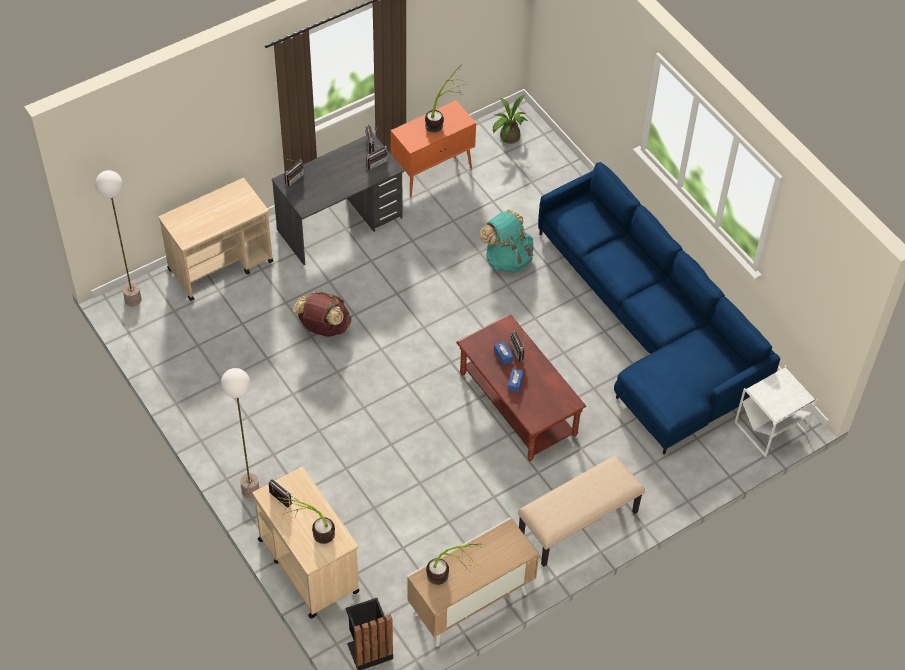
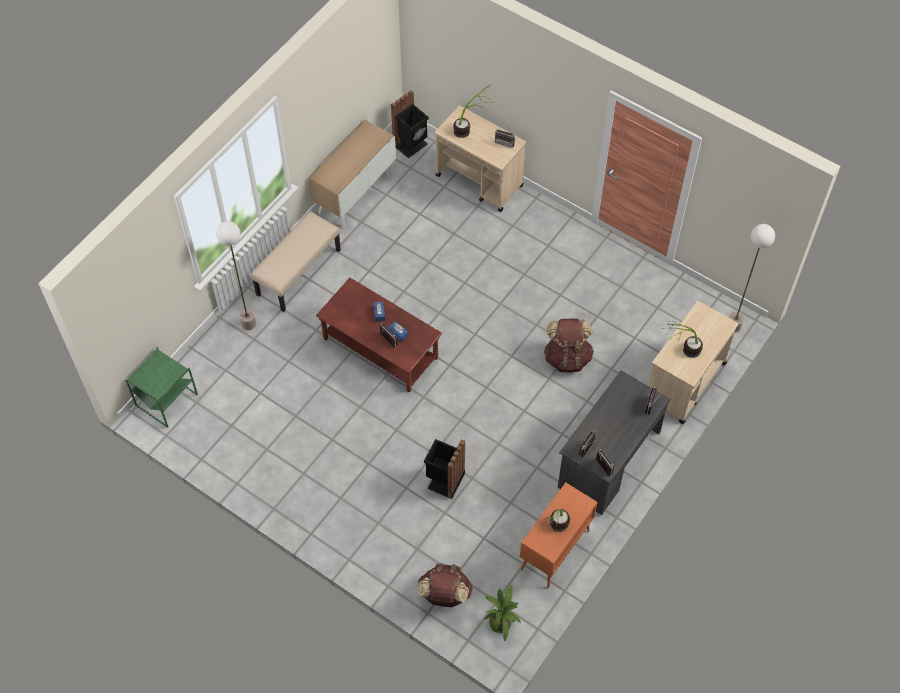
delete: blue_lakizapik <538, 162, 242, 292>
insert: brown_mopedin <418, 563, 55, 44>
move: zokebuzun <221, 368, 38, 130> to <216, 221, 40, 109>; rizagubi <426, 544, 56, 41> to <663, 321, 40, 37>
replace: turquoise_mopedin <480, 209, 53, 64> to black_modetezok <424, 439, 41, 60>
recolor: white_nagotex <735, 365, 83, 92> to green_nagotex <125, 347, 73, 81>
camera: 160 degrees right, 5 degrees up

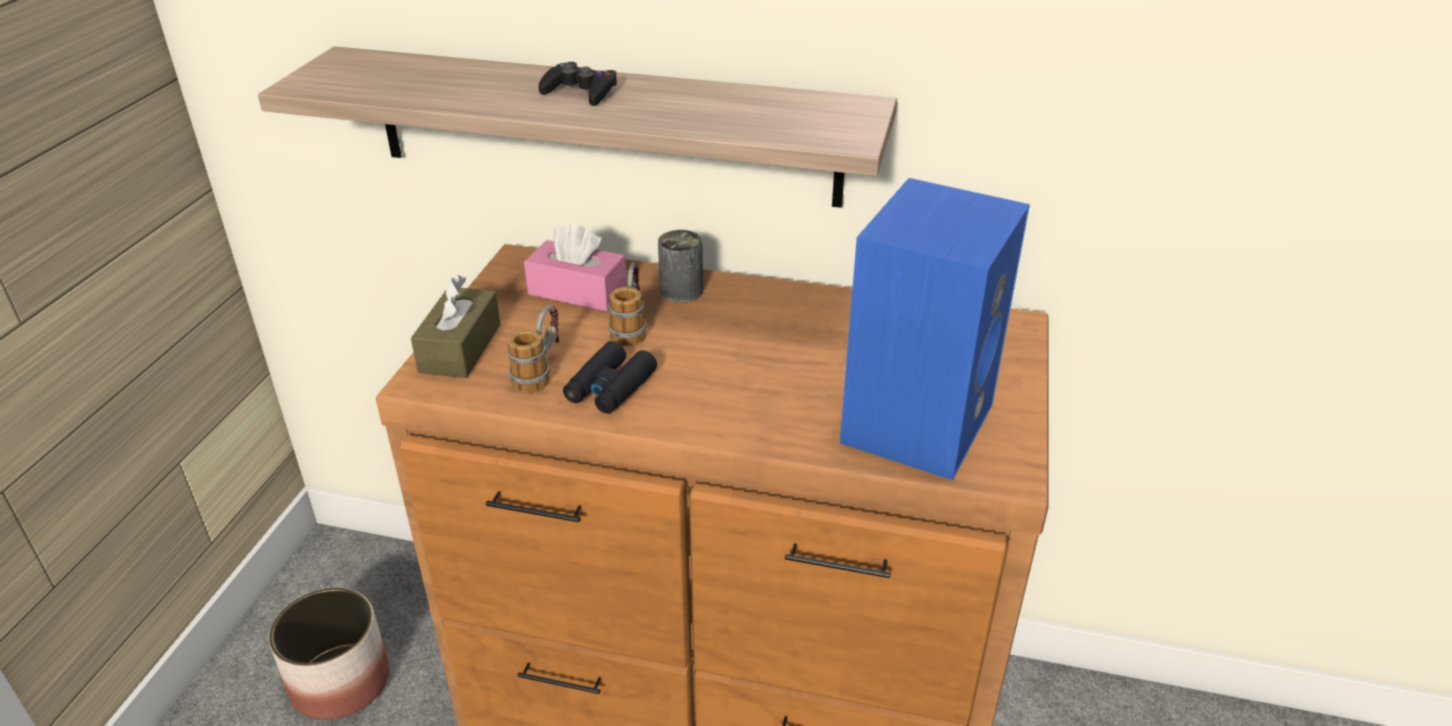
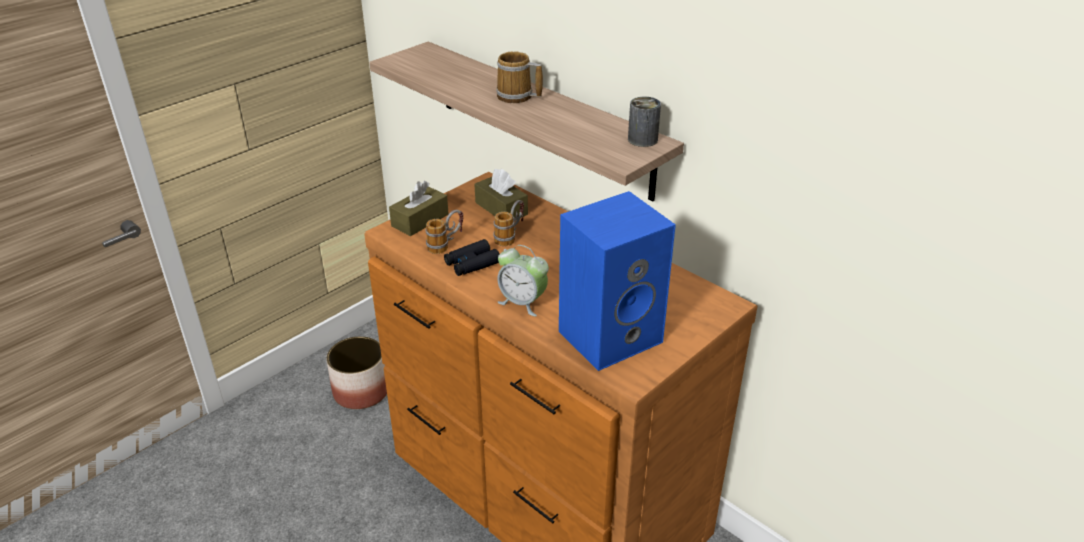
insert: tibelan <497, 245, 52, 72>
move: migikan <658, 230, 45, 73> to <628, 97, 33, 50>
replace: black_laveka <539, 62, 78, 44> to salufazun <496, 52, 47, 51>
recolor: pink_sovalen <524, 223, 103, 88> to brown_sovalen <474, 169, 54, 49>
camera: 30 degrees right, 0 degrees up

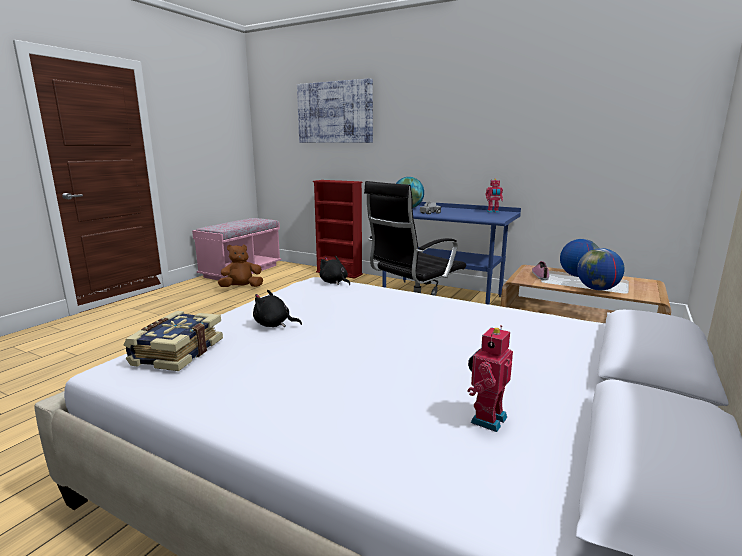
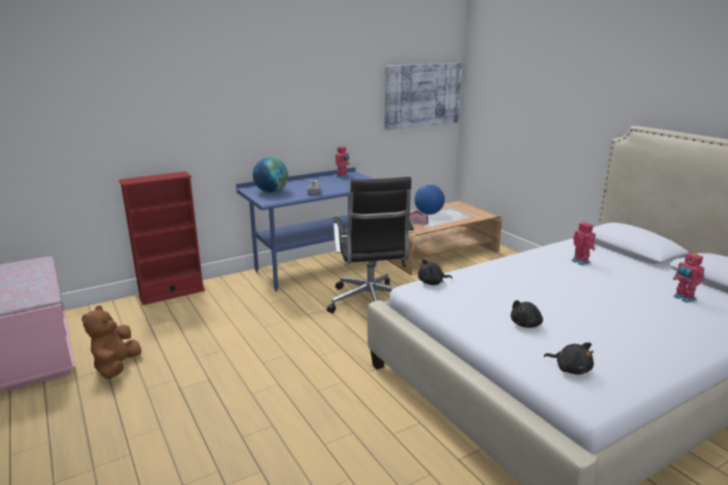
delete: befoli <577, 248, 48, 42>
insert: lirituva <571, 221, 25, 44>
move: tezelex <297, 78, 76, 65> to <385, 63, 77, 67>
replace: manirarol <124, 311, 99, 60> to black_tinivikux <544, 343, 50, 32>
camera: 60 degrees left, 5 degrees up

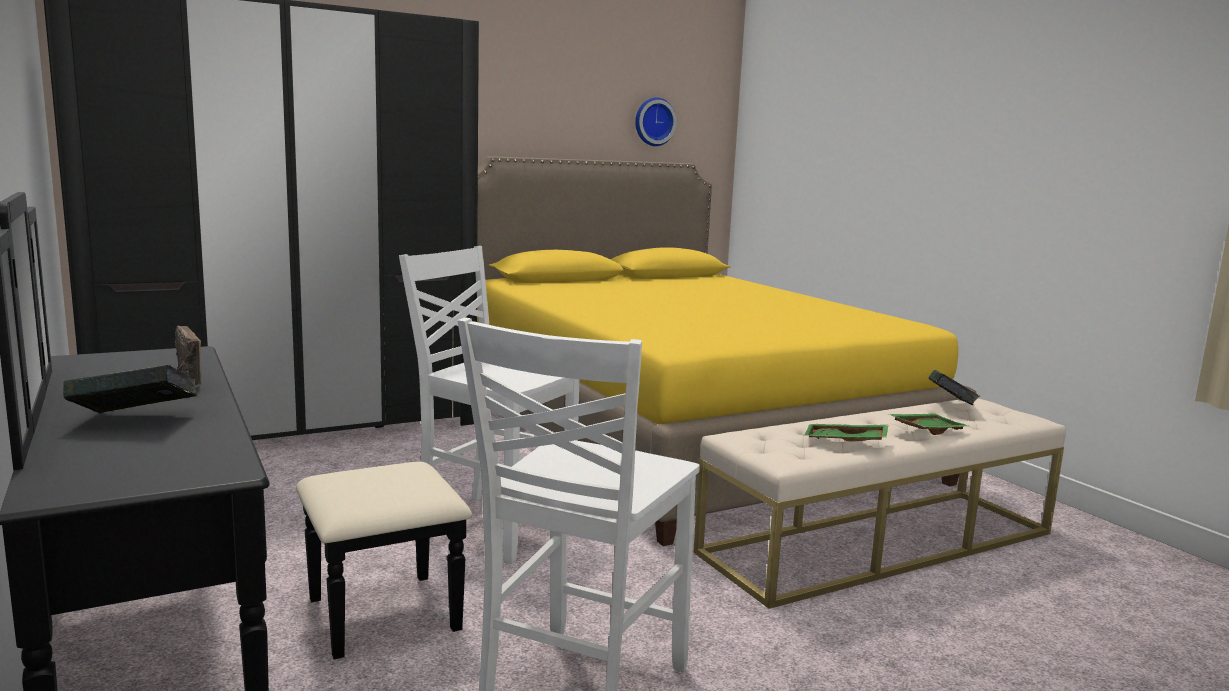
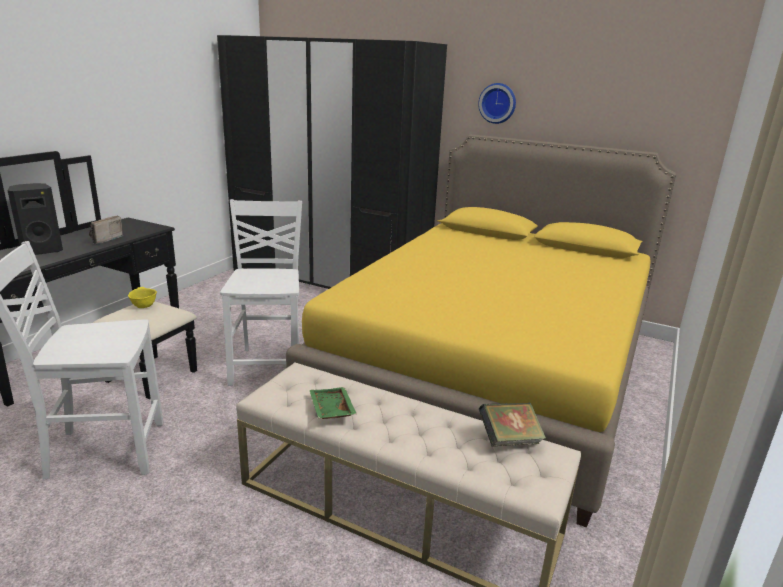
delete: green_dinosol <889, 413, 82, 22>
insert: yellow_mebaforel <128, 287, 29, 21>
move: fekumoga <635, 97, 42, 49> to <478, 83, 38, 41>
replace: manirarol <63, 365, 134, 48> to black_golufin <7, 183, 56, 72>
camera: 55 degrees right, 10 degrees up

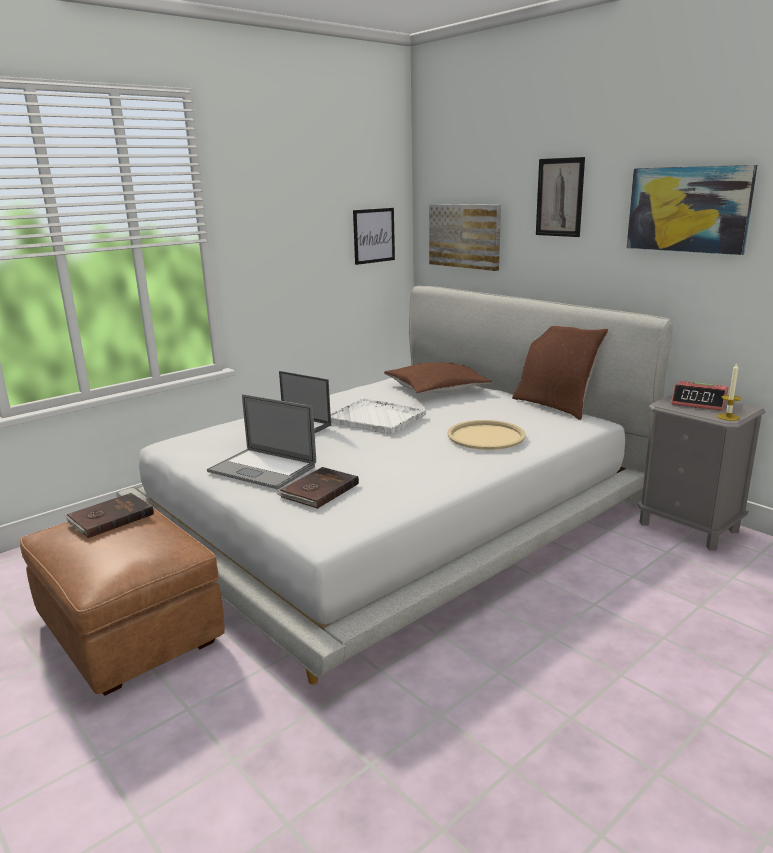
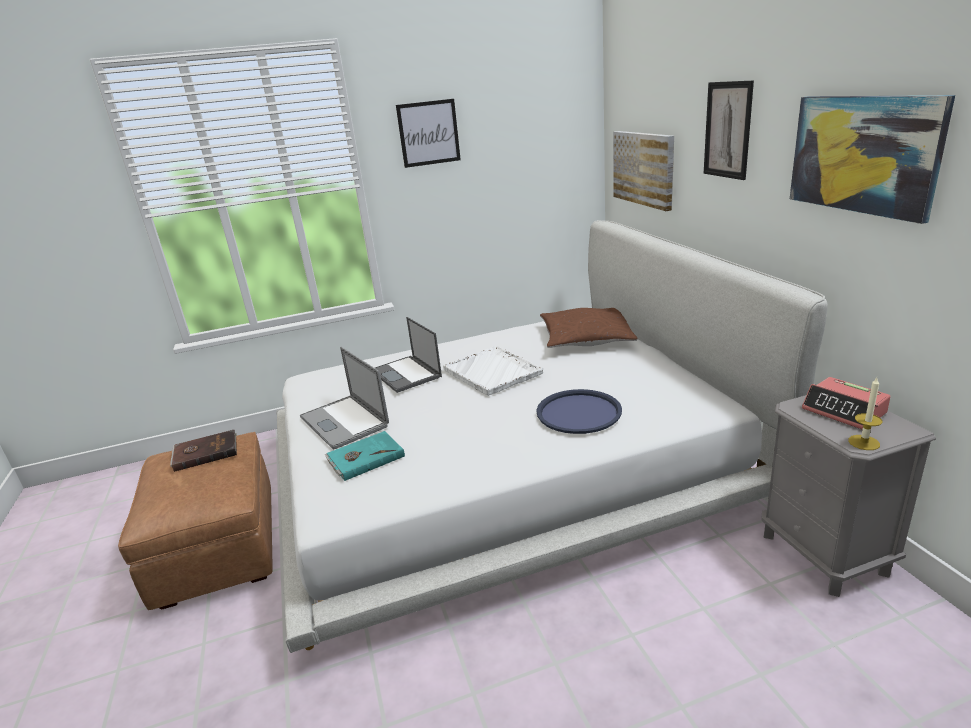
delete: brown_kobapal <512, 326, 96, 94>
move: tezelex <353, 208, 42, 57> to <396, 99, 65, 69>
recolor: brown_manirarol <277, 467, 82, 42> to turquoise_manirarol <325, 431, 80, 50>; beige_dinosol <448, 420, 78, 30> to blue_dinosol <536, 389, 86, 45>
camera: 25 degrees right, 5 degrees up

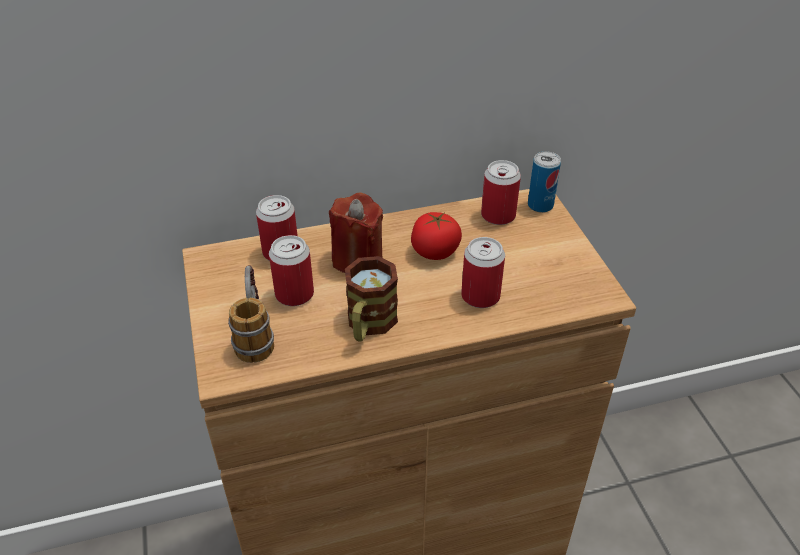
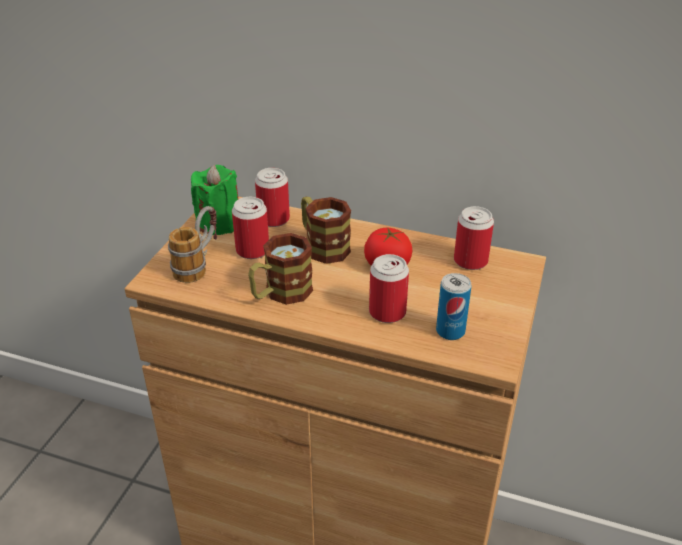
insert: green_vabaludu <191, 165, 47, 70>
move: migikan <528, 151, 33, 62> to <436, 273, 36, 67>
replace: red_vabaludu <329, 193, 54, 80> to salufazun <301, 197, 50, 67>
camera: 35 degrees right, 5 degrees down

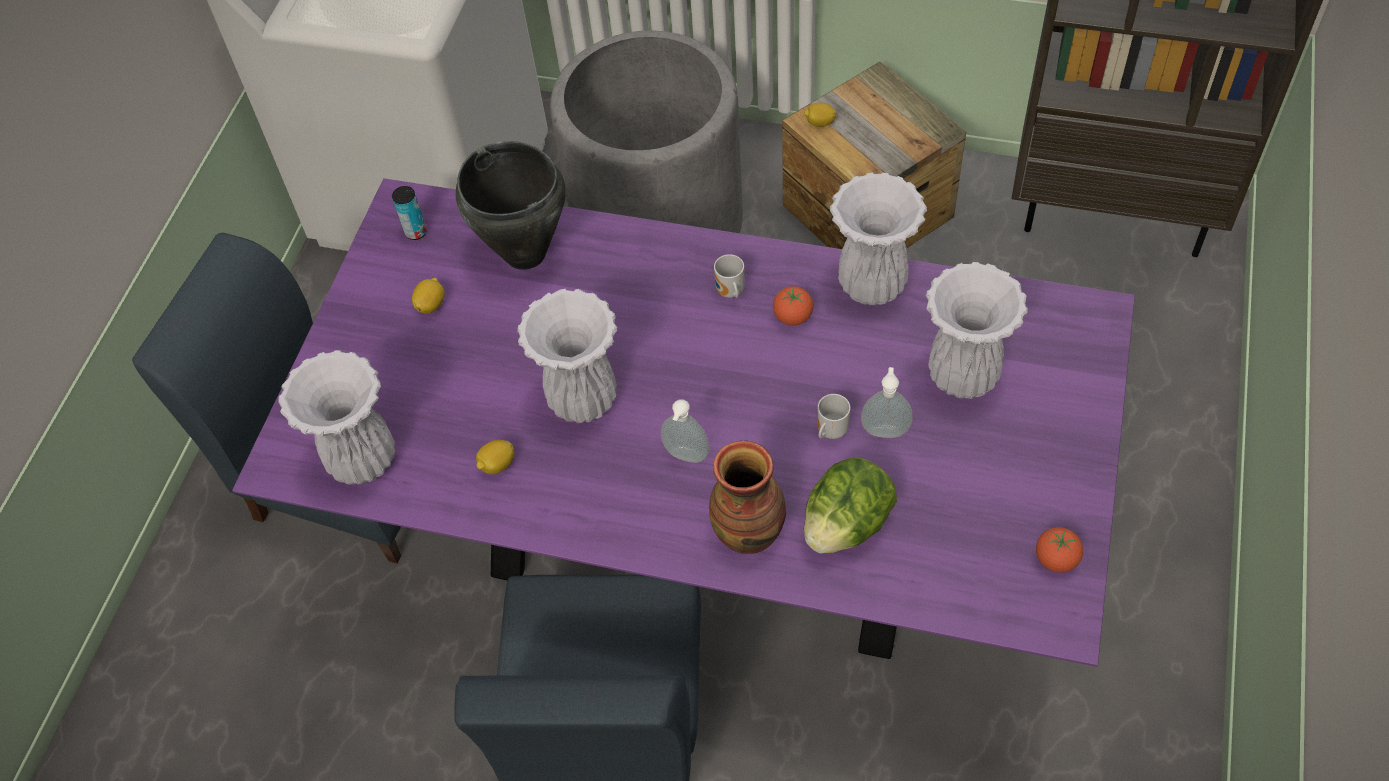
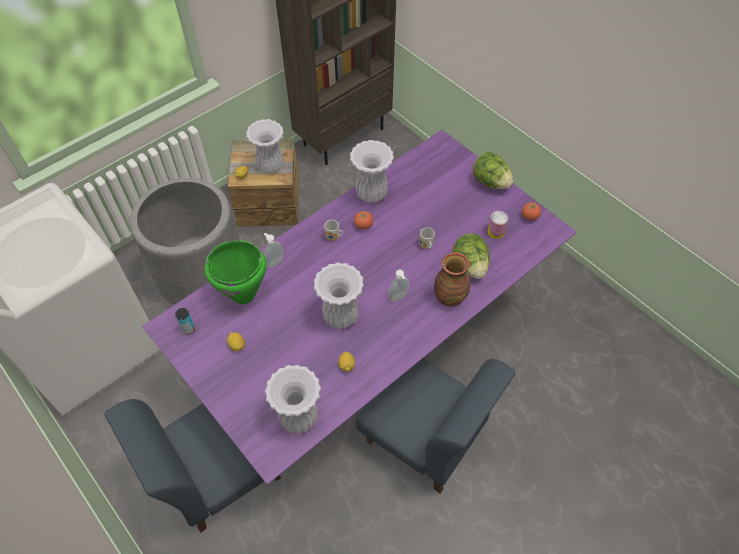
insert: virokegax <473, 152, 40, 37>; migikan <487, 211, 22, 28>
move: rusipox <861, 367, 52, 71> to <264, 233, 19, 35>; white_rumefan <926, 262, 102, 137> to <246, 119, 38, 55>
recolor: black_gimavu <456, 141, 110, 129> to green_gimavu <205, 240, 61, 64>
camera: 60 degrees left, 0 degrees up

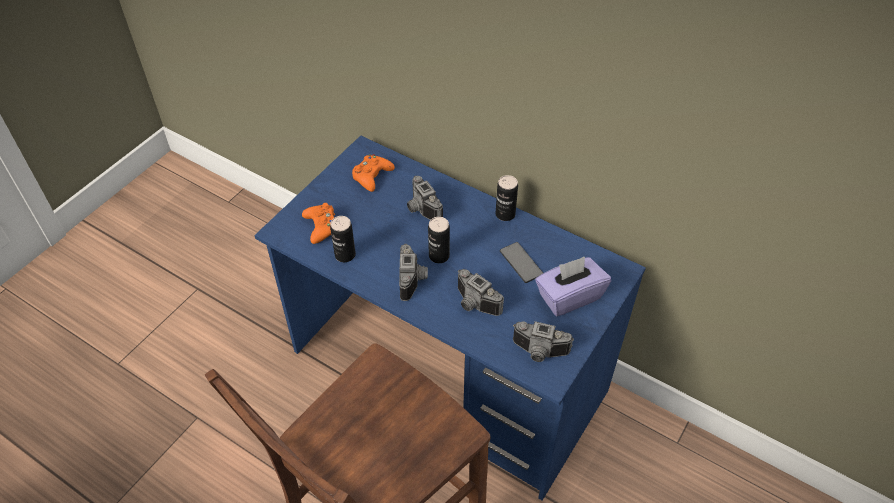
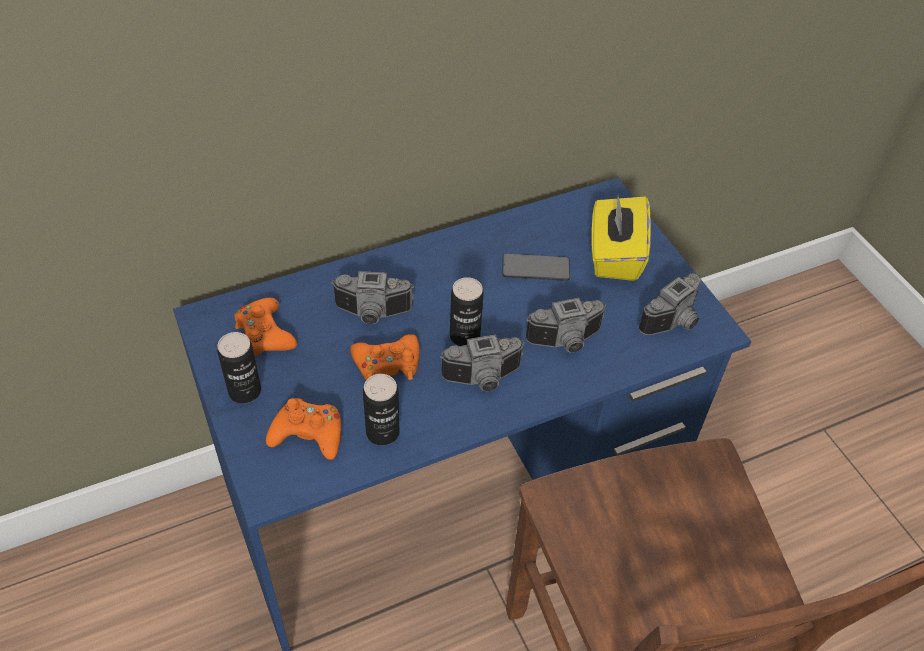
insert: orange_laveka <350, 334, 70, 46>
move: migikan <495, 175, 23, 46> to <217, 332, 44, 71>
recolor: purple_sovalen <535, 257, 76, 59> to yellow_sovalen <591, 195, 60, 86>
rotate: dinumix <399, 244, 29, 57> = <440, 335, 85, 56> 135 degrees clockwise
camera: 60 degrees left, 0 degrees up

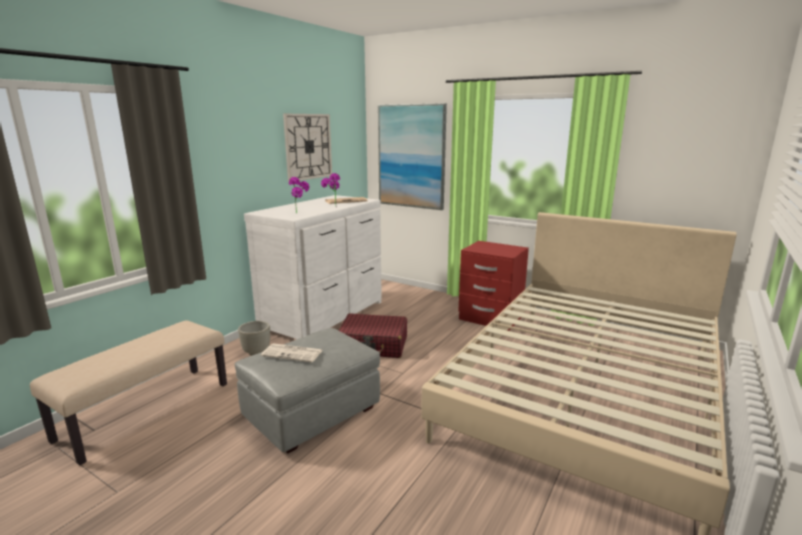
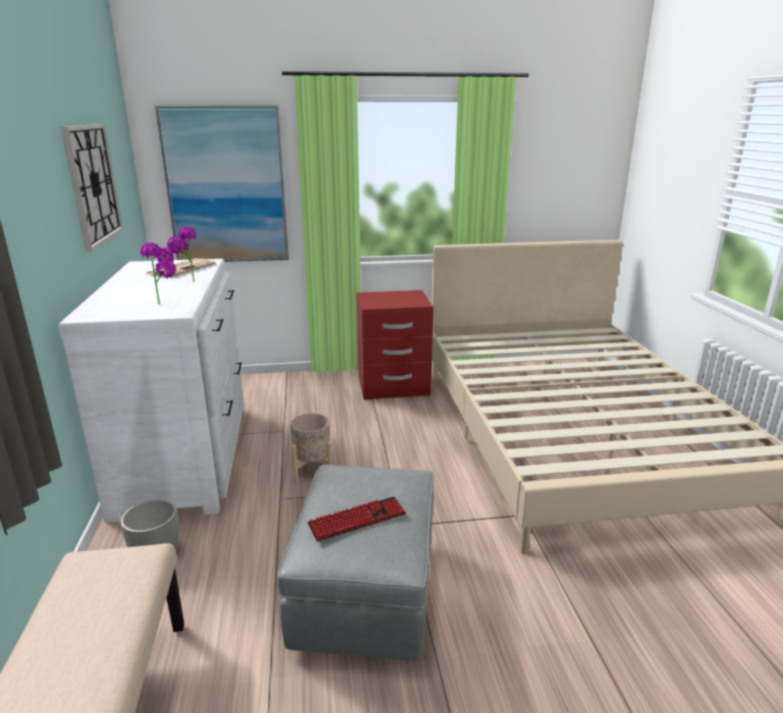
replace: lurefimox <261, 343, 62, 19> to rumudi <307, 497, 99, 45>; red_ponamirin <338, 313, 69, 45> to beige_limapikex <290, 413, 43, 70>
camera: 40 degrees left, 5 degrees up

